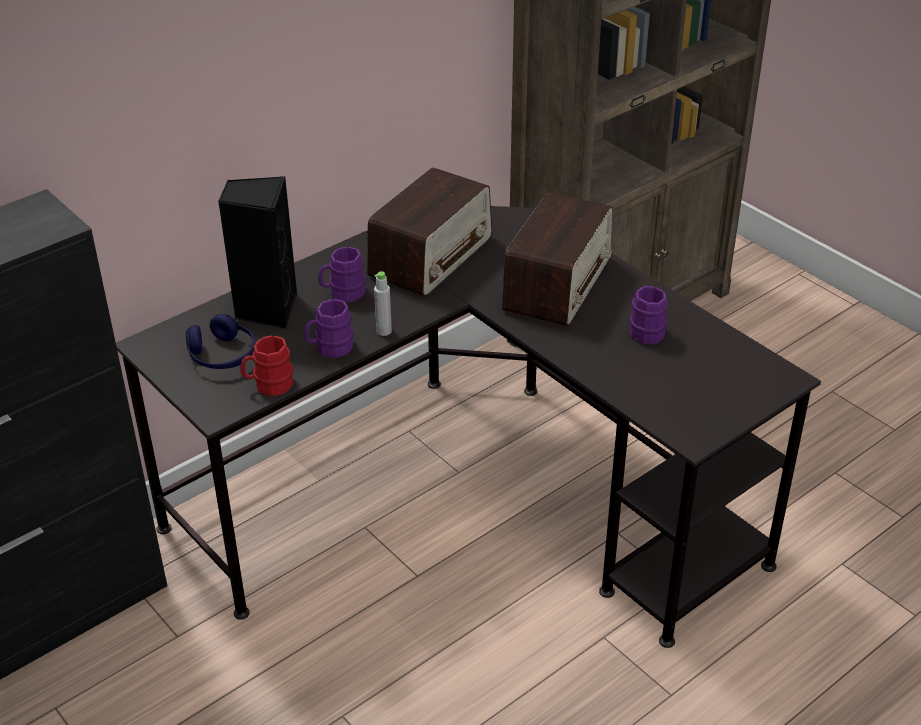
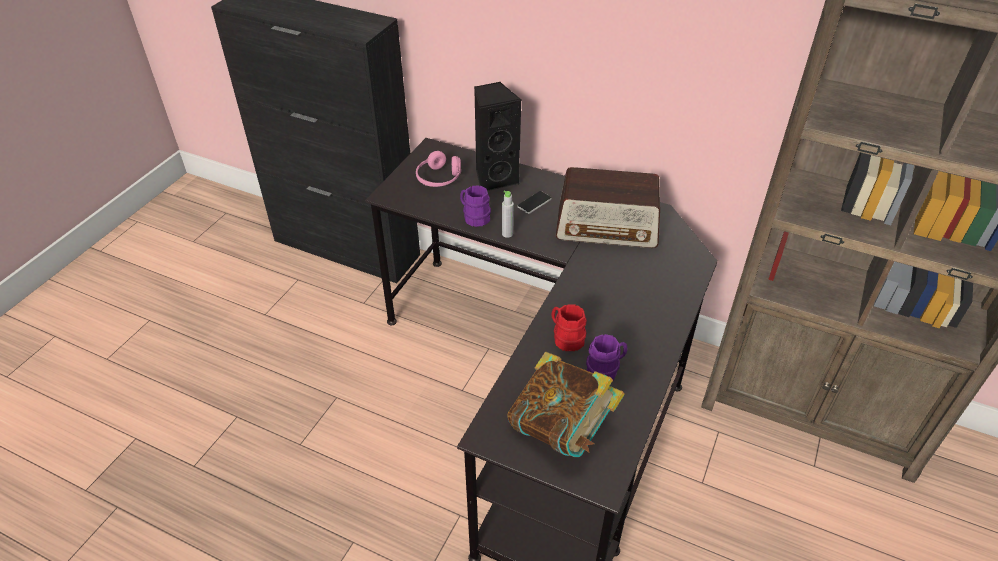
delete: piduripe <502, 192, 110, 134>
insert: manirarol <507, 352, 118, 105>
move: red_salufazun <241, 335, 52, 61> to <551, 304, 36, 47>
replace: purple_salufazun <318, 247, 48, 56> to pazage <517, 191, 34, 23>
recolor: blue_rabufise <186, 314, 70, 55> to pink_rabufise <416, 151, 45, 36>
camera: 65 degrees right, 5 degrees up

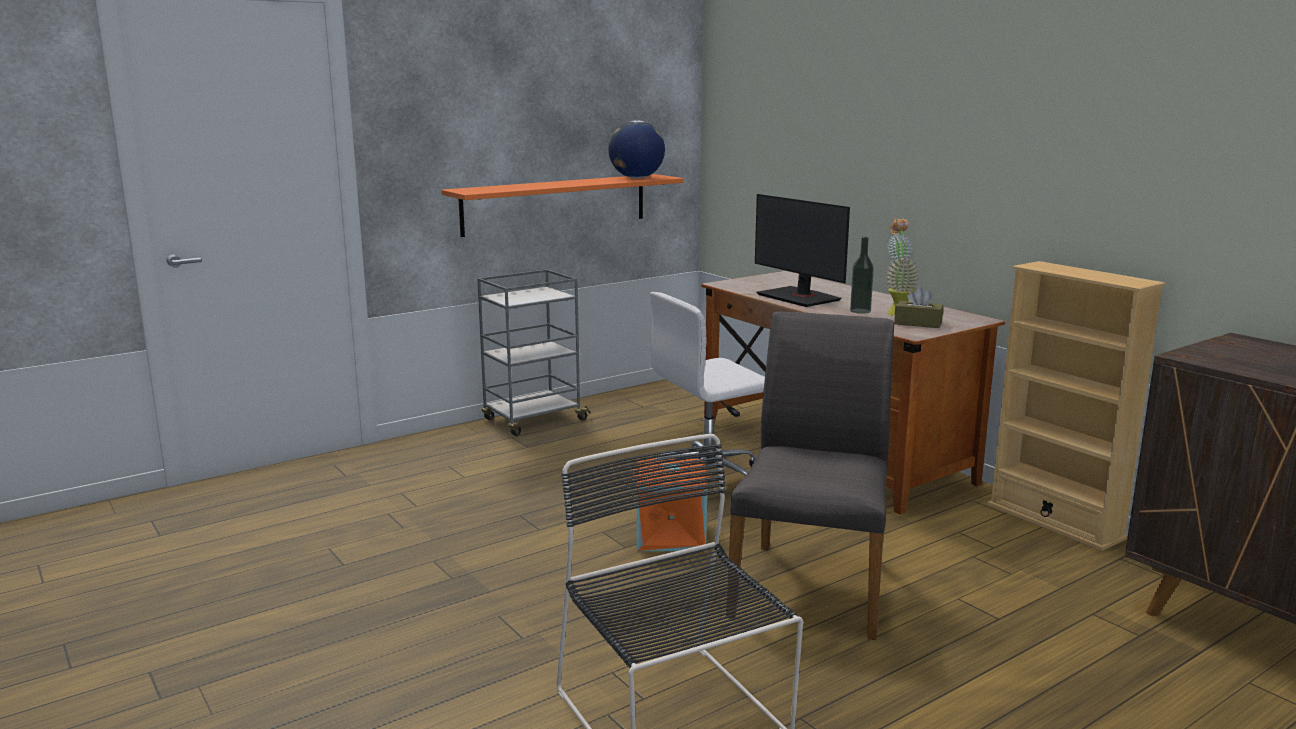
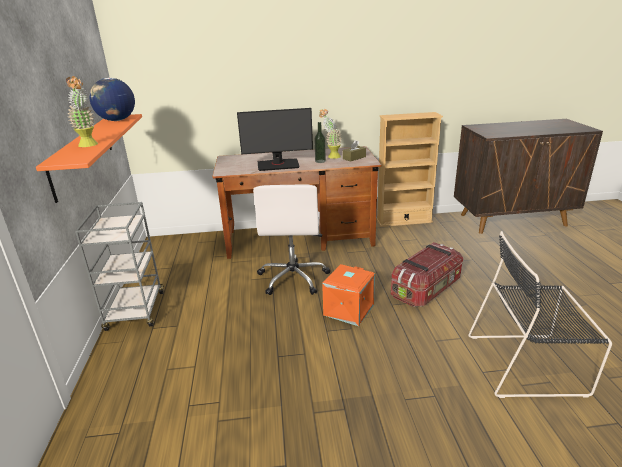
insert: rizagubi <66, 76, 32, 71>
replace: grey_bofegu <726, 311, 168, 329> to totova <391, 242, 72, 65>
camera: 60 degrees left, 10 degrees up

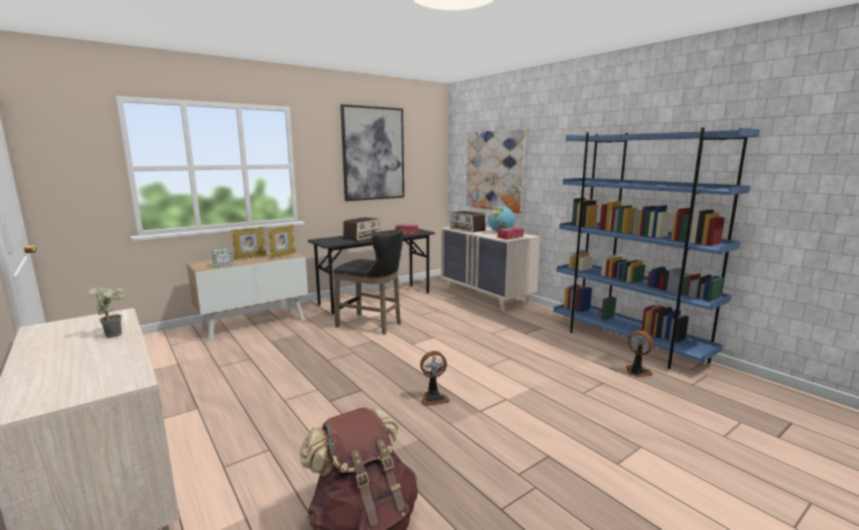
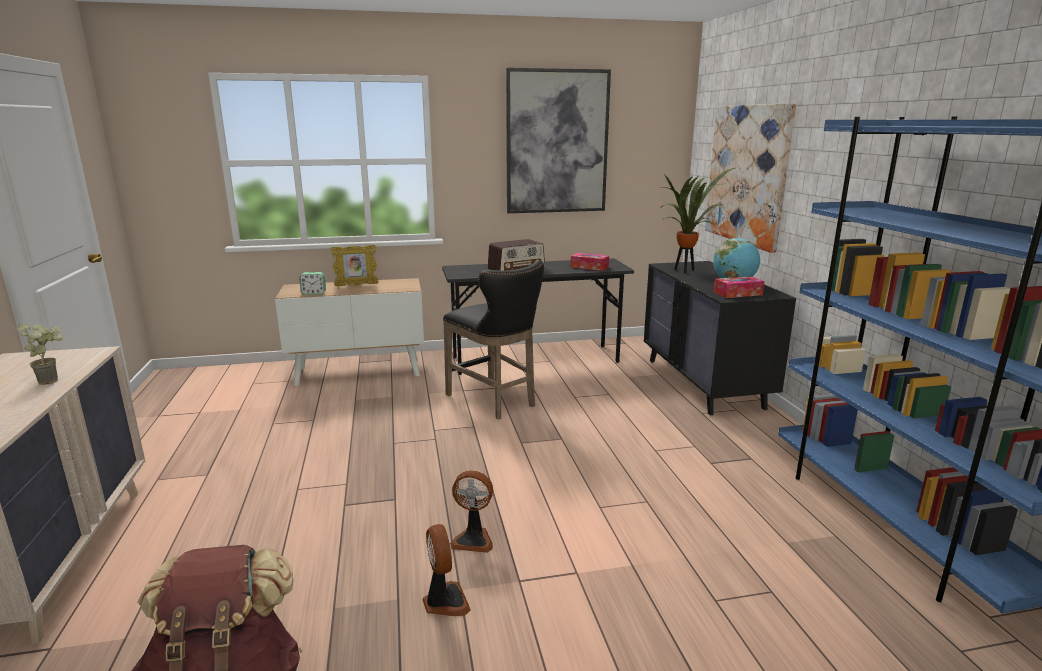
delete: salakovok <268, 225, 28, 33>
move: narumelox <626, 330, 28, 47> to <423, 524, 48, 92>
replace: piduripe <450, 211, 35, 22> to rizagubi <660, 167, 78, 106>
recolor: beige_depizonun <441, 227, 100, 85> to black_depizonun <644, 261, 152, 154>
camera: 25 degrees right, 5 degrees up

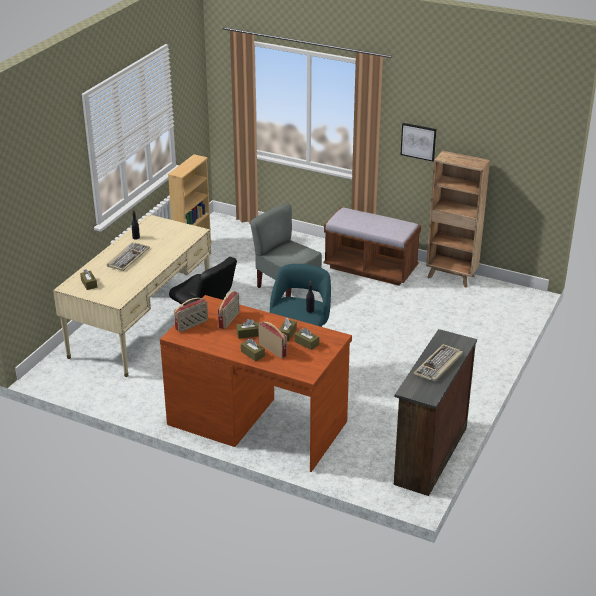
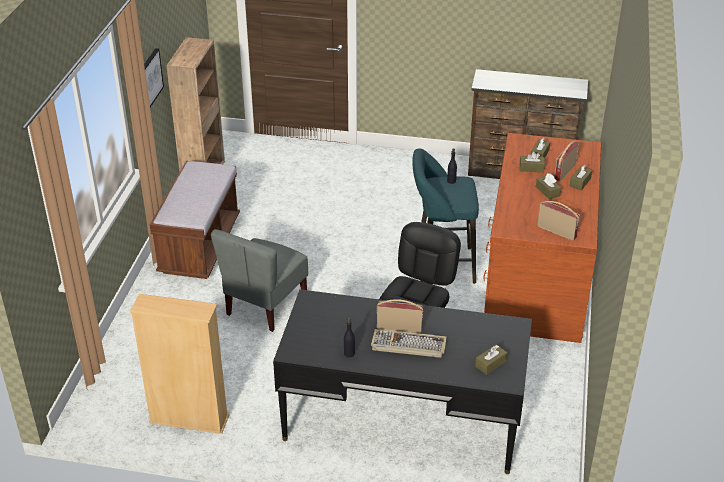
delete: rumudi <413, 344, 50, 38>
move: piduripe <218, 291, 22, 38> to <376, 299, 47, 34>
recolor: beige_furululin <53, 214, 158, 163> to black_furululin <273, 289, 259, 185>
camera: 105 degrees left, 5 degrees up

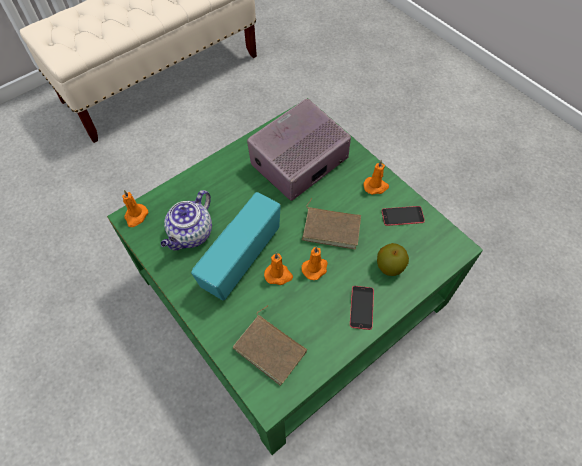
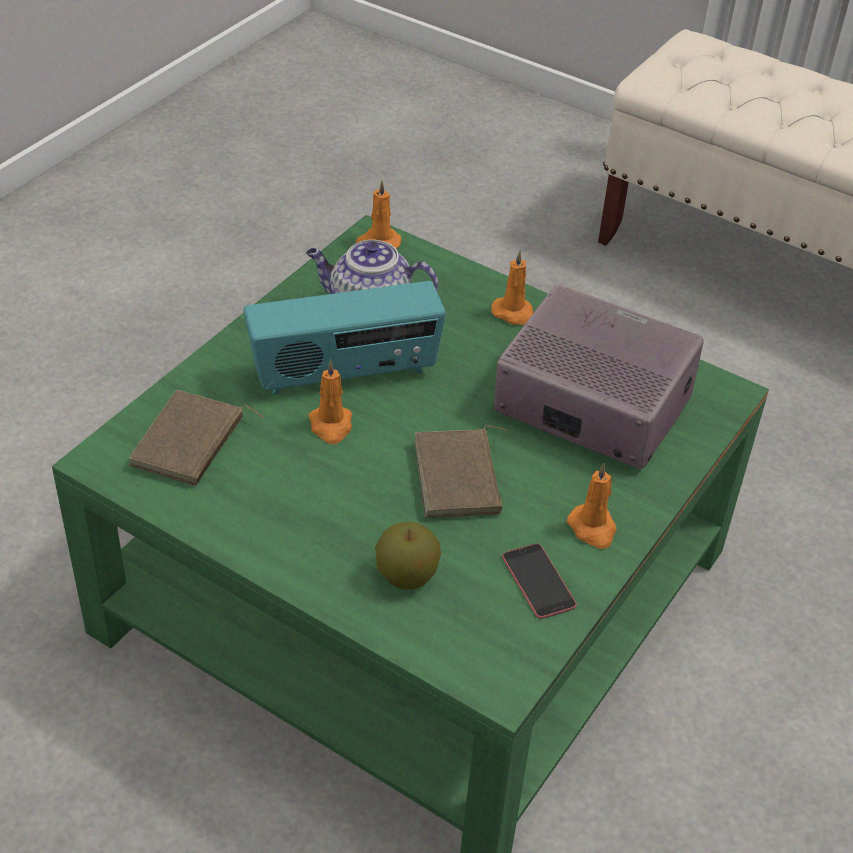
delete: pazage <350, 286, 24, 44>
move: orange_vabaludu <302, 246, 26, 34> to <491, 250, 42, 75>
rotate: piduripe <191, 192, 90, 109> = <243, 281, 203, 114> 150 degrees clockwise
camera: 70 degrees right, 15 degrees down

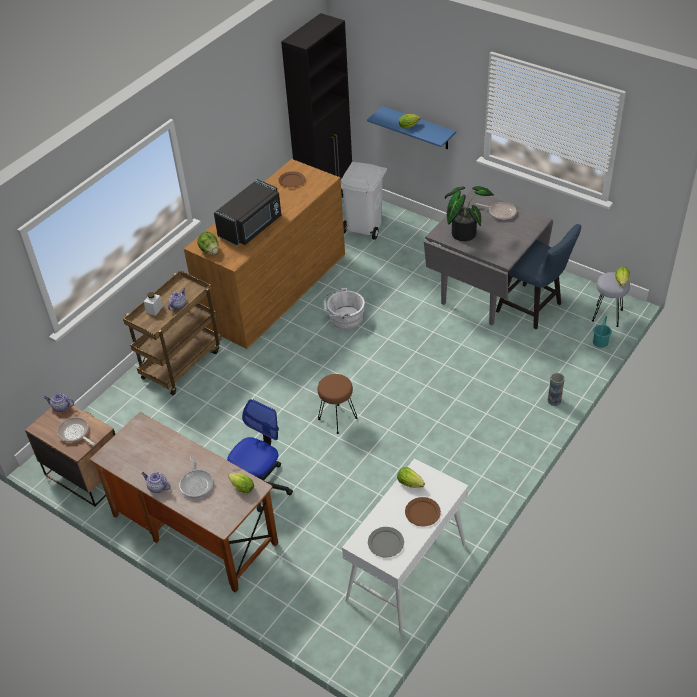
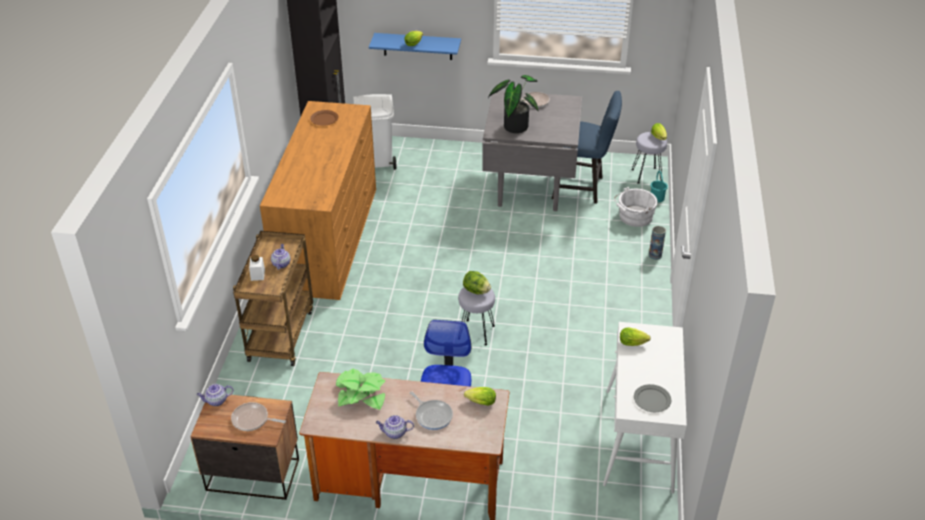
delete: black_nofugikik <214, 179, 67, 67>; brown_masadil <405, 497, 36, 29>
insert: rizagubi <336, 369, 50, 41>
move: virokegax <197, 231, 21, 24> to <463, 271, 28, 23>; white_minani <323, 288, 42, 42> to <614, 187, 44, 40>
recolor: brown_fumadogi <318, 374, 40, 60> to grey_fumadogi <458, 287, 37, 58>
camera: 30 degrees left, 5 degrees down

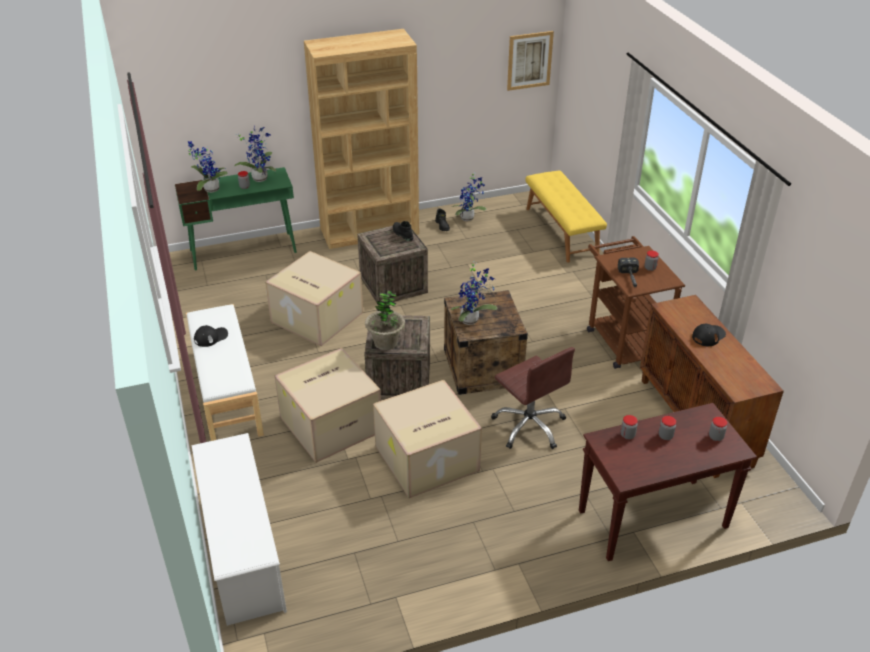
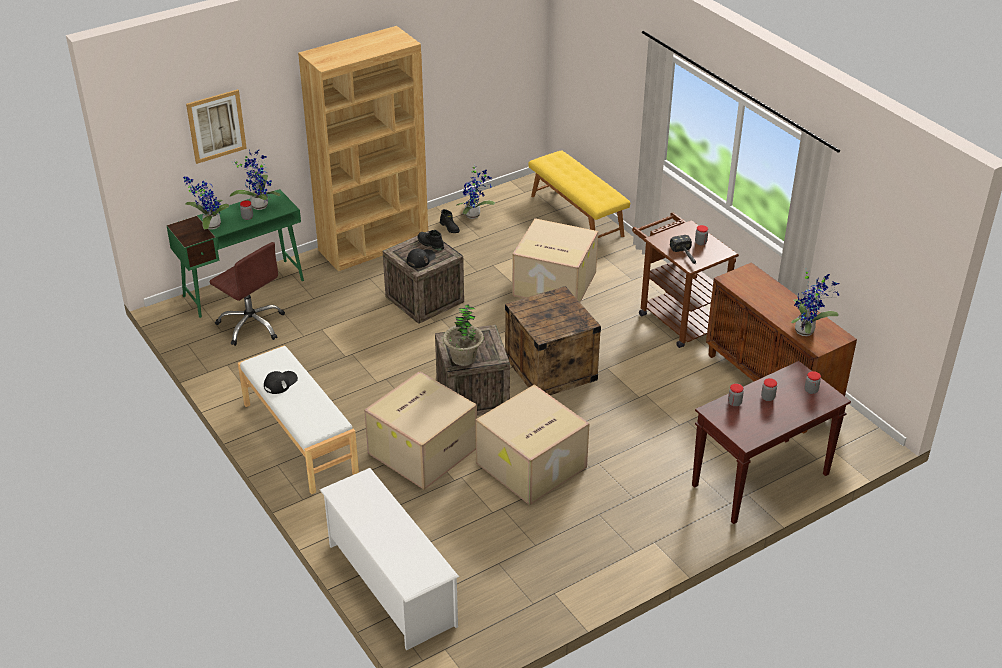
move: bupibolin <265, 251, 98, 95> to <512, 218, 86, 84>; rizagubi <451, 261, 46, 64> to <791, 270, 48, 66>; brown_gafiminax <491, 347, 84, 102> to <209, 242, 76, 104>; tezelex <507, 31, 47, 60> to <186, 89, 61, 75>; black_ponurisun <692, 323, 34, 23> to <407, 248, 29, 20>
camera: 15 degrees left, 0 degrees up

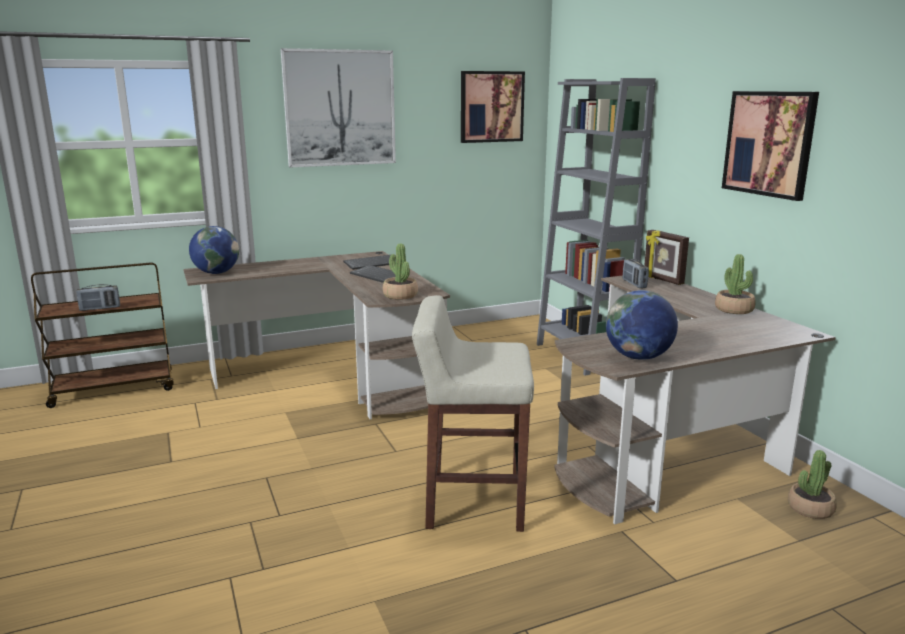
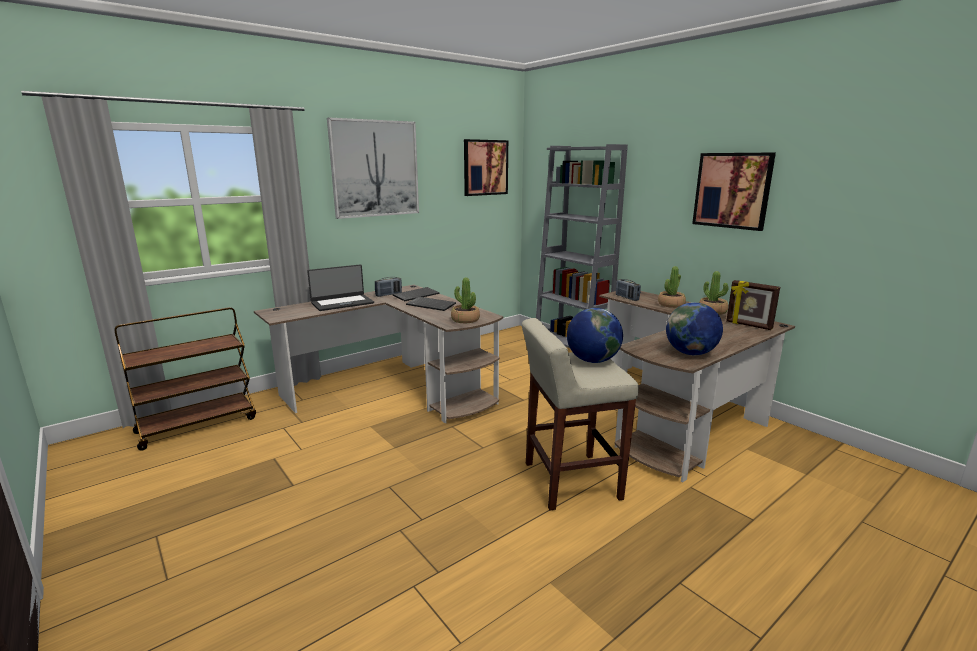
insert: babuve <307, 264, 67, 47>
move: piduripe <76, 284, 44, 27> to <375, 277, 27, 20>; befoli <189, 226, 50, 48> to <567, 308, 56, 55>; salakovok <644, 230, 45, 55> to <726, 280, 54, 50>; rizagubi <788, 450, 49, 69> to <658, 266, 28, 42>
camera: 15 degrees left, 0 degrees up

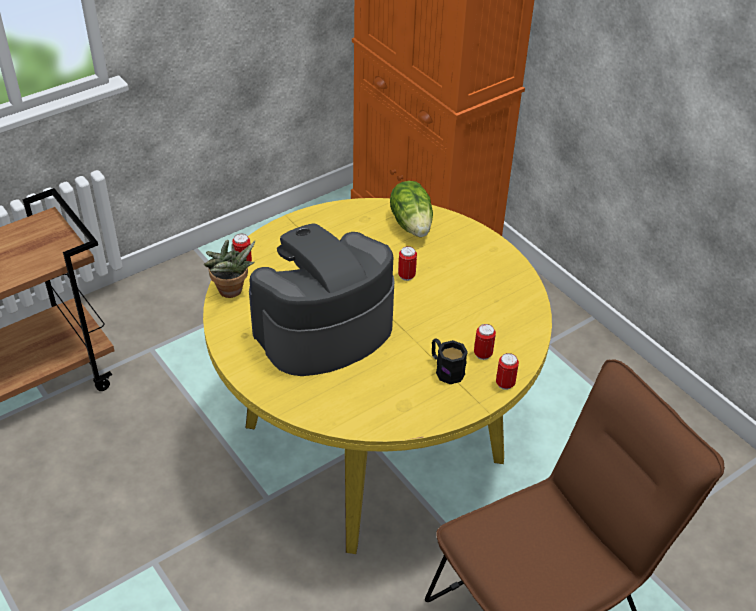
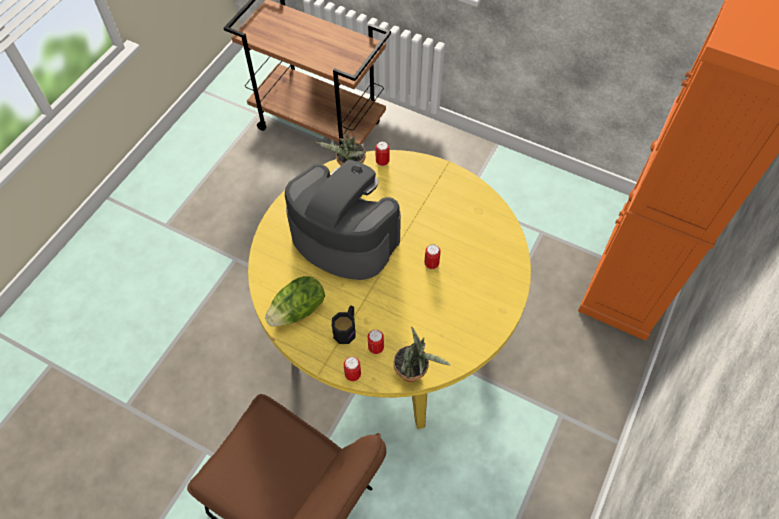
insert: rizagubi <394, 327, 57, 55>
move: virokegax <390, 181, 43, 56> to <265, 276, 60, 51>
camera: 65 degrees right, 15 degrees up

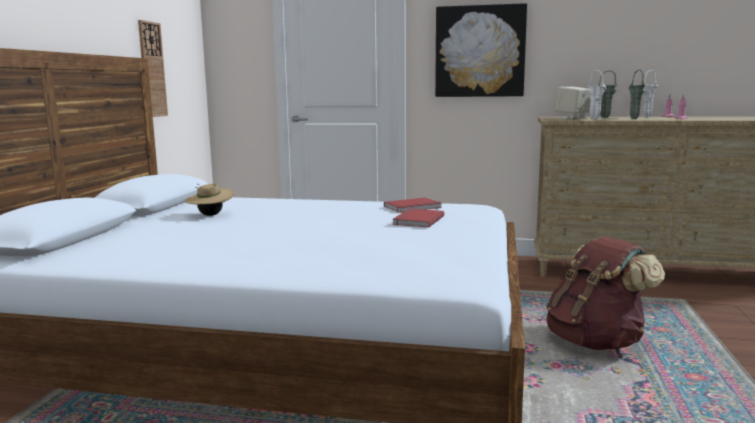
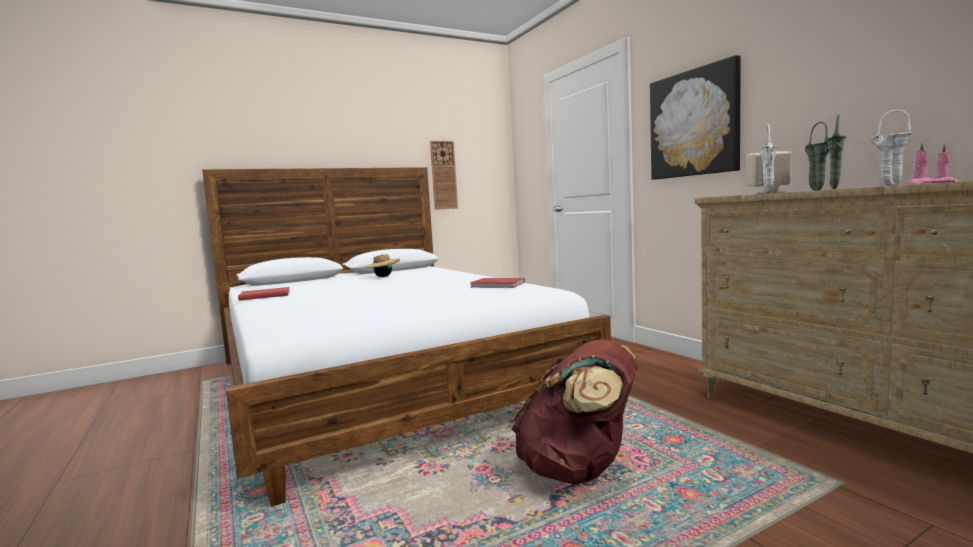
move: red_manirarol <392, 208, 52, 20> to <238, 287, 52, 14>
camera: 50 degrees right, 5 degrees down

